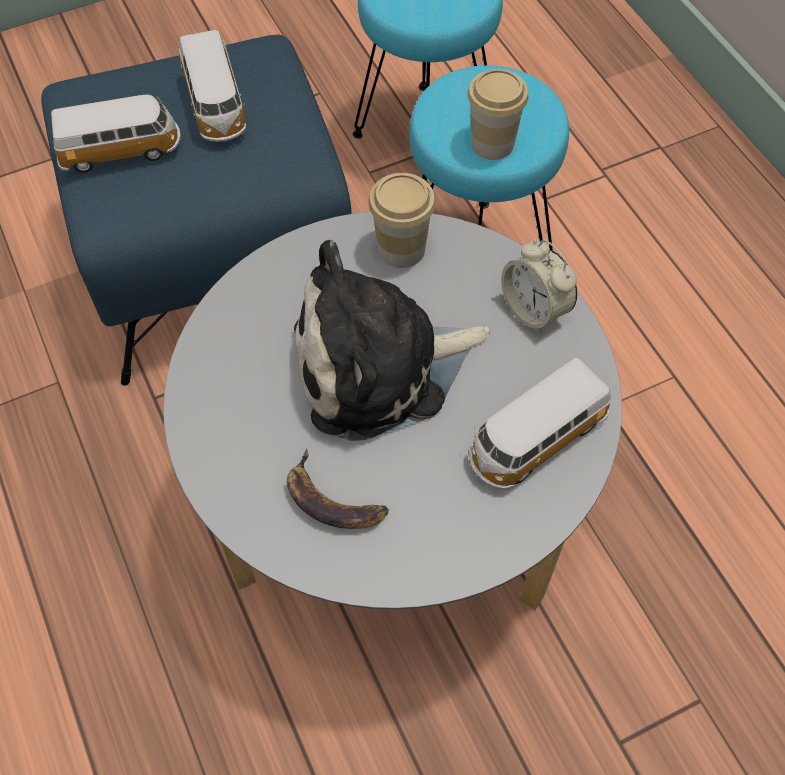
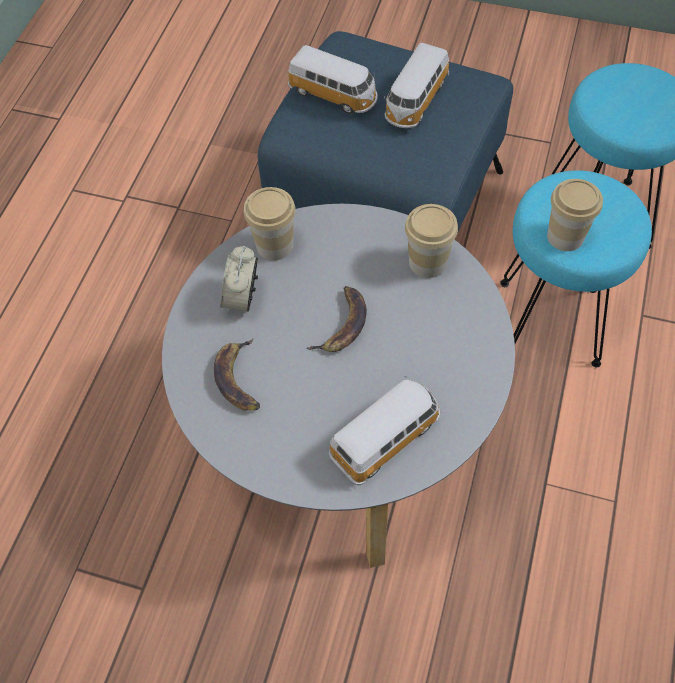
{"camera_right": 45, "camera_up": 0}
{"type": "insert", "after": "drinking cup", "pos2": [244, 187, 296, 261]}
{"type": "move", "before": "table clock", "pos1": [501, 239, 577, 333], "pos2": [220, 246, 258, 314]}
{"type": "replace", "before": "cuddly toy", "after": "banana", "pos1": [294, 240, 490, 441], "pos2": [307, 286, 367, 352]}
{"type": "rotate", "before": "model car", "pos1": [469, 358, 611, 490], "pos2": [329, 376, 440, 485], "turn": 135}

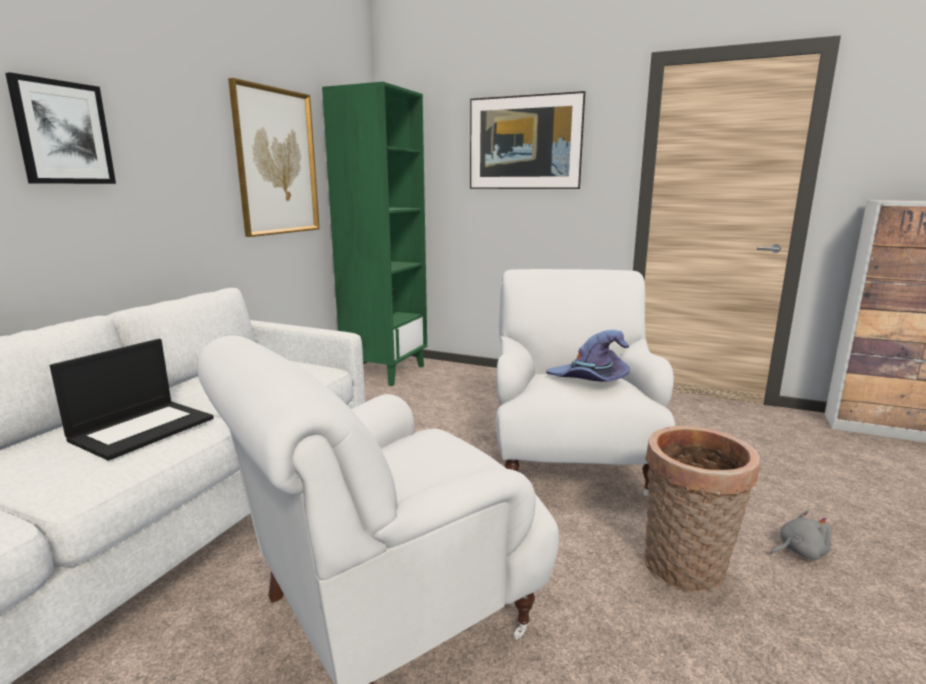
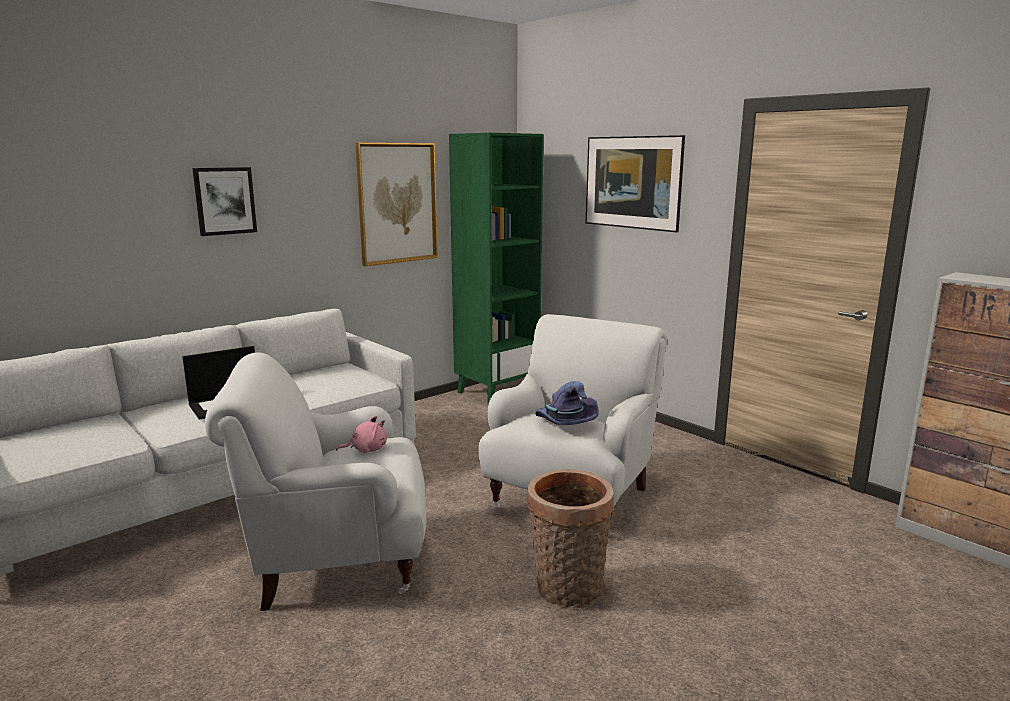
{"camera_right": 25, "camera_up": 0}
{"type": "delete", "before": "gray cuddly toy", "pos1": [771, 510, 831, 560]}
{"type": "insert", "after": "pinkish cuddly toy", "pos2": [336, 416, 387, 453]}

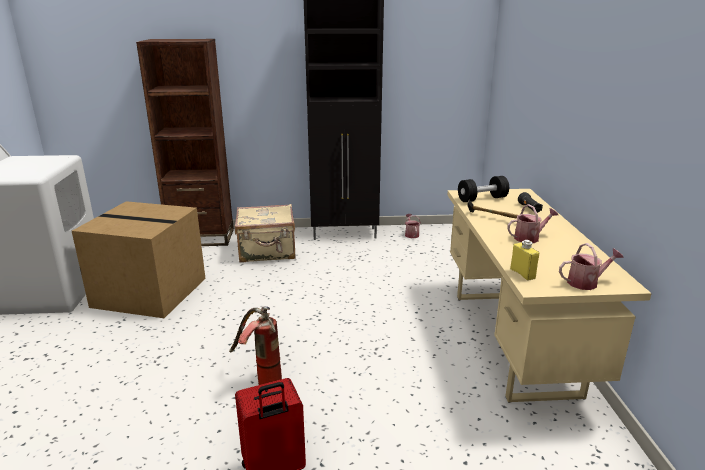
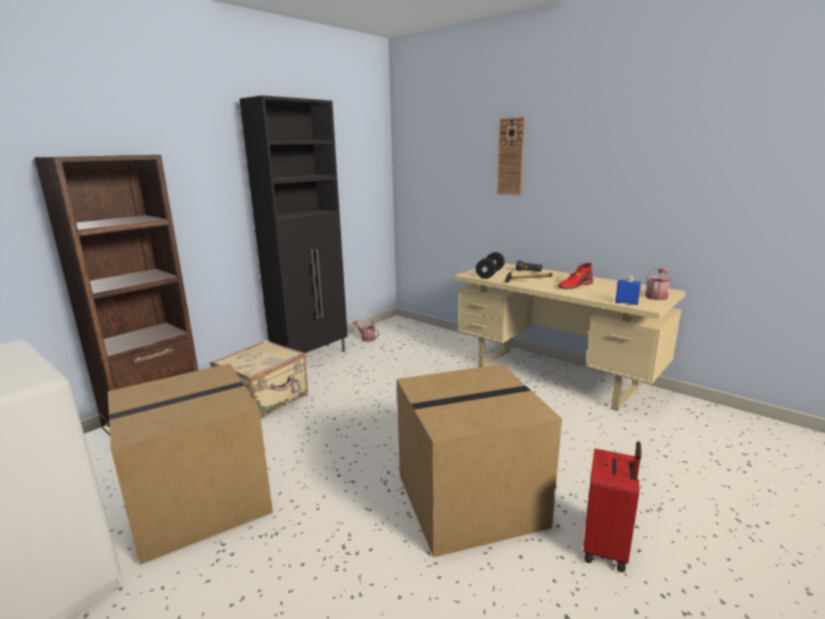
{"camera_right": -45, "camera_up": -5}
{"type": "insert", "after": "wall clock", "pos2": [497, 117, 526, 195]}
{"type": "replace", "before": "extinguisher", "after": "carton", "pos1": [229, 306, 282, 385], "pos2": [397, 364, 562, 557]}
{"type": "replace", "before": "watering pot", "after": "reddish tall boot", "pos1": [507, 204, 558, 243], "pos2": [558, 263, 593, 289]}
{"type": "recolor", "before": "yellow-coloured bottle", "after": "blue-coloured bottle", "pos1": [510, 240, 539, 281], "pos2": [615, 275, 641, 305]}

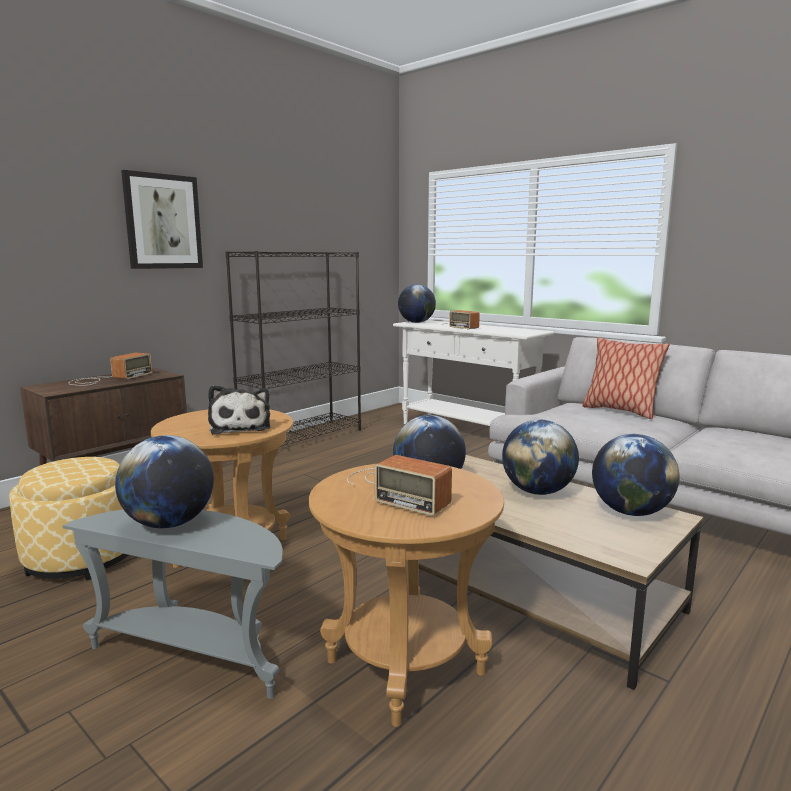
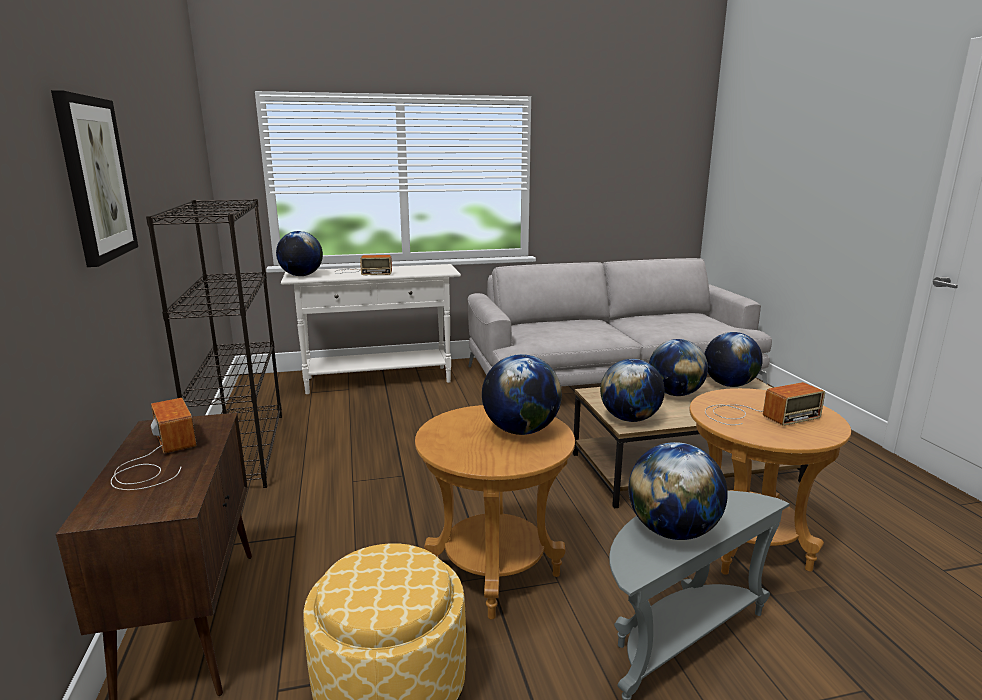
{"camera_right": -55, "camera_up": 5}
{"type": "delete", "before": "throw pillow", "pos1": [582, 337, 669, 419]}
{"type": "replace", "before": "cuddly toy", "after": "desk globe", "pos1": [208, 385, 271, 435], "pos2": [482, 354, 562, 435]}

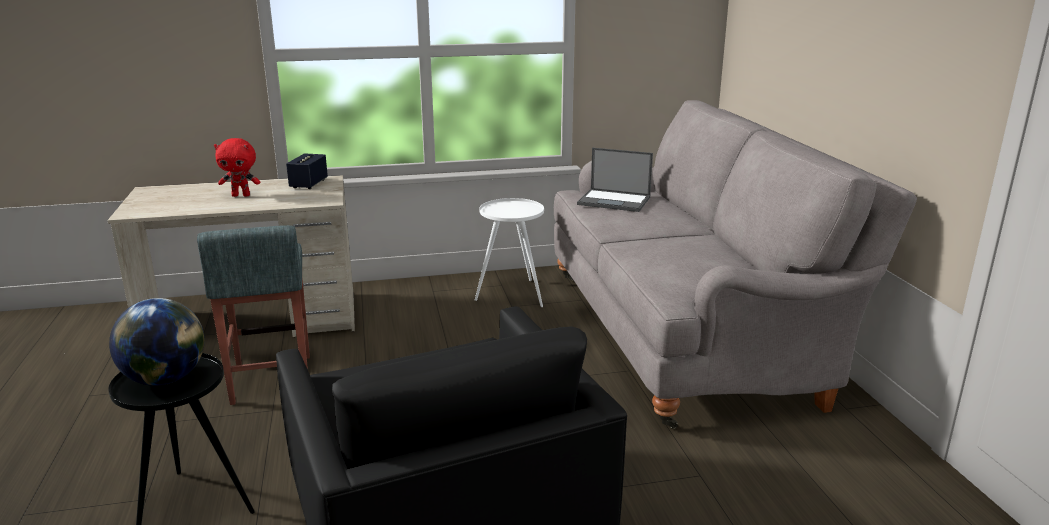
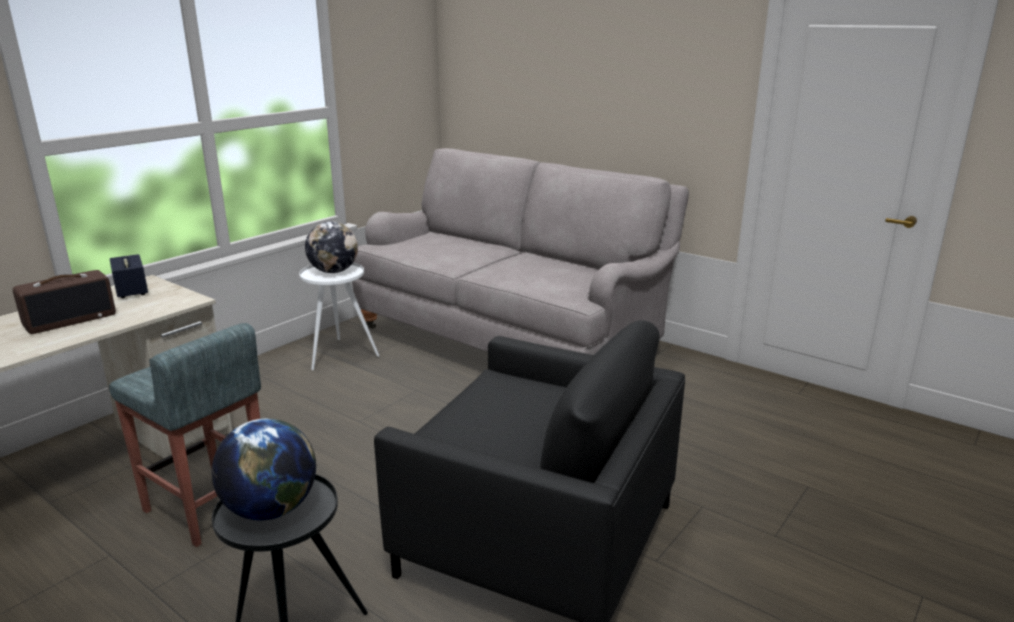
{"camera_right": -40, "camera_up": 0}
{"type": "delete", "before": "notebook computer", "pos1": [577, 148, 653, 212]}
{"type": "insert", "after": "desk globe", "pos2": [305, 221, 358, 273]}
{"type": "replace", "before": "reddish cuddly toy", "after": "radio set", "pos1": [214, 138, 260, 197], "pos2": [13, 270, 116, 334]}

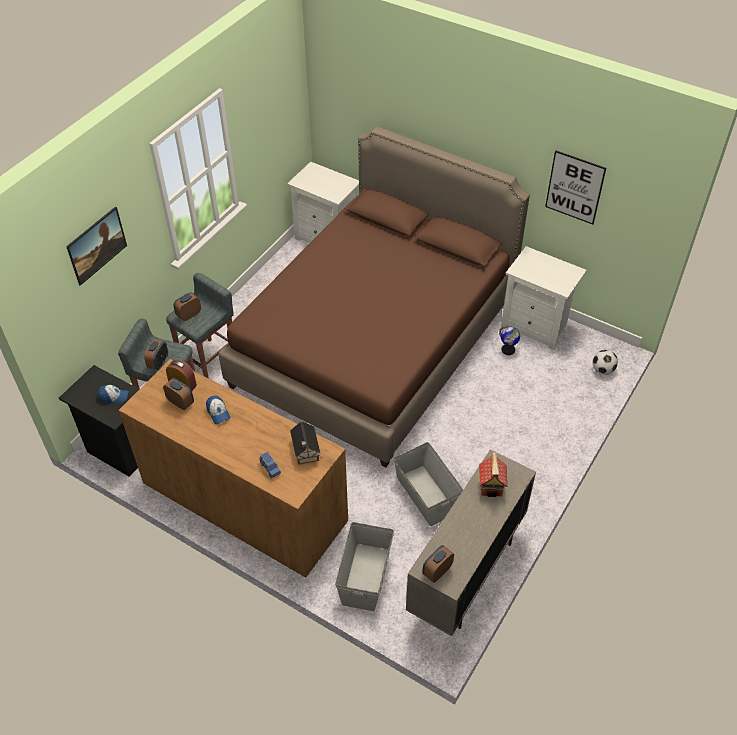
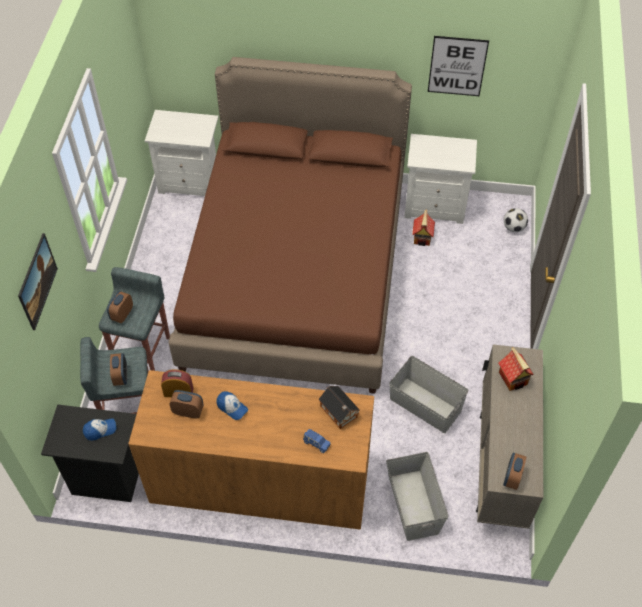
{"camera_right": -25, "camera_up": 5}
{"type": "replace", "before": "desk globe", "after": "toy house", "pos1": [499, 326, 520, 355], "pos2": [412, 210, 435, 246]}

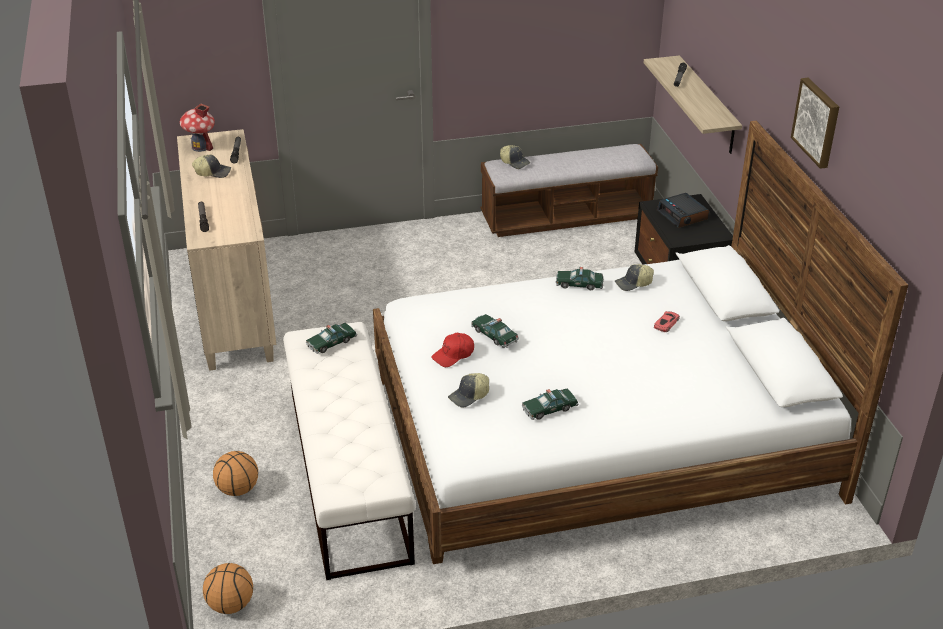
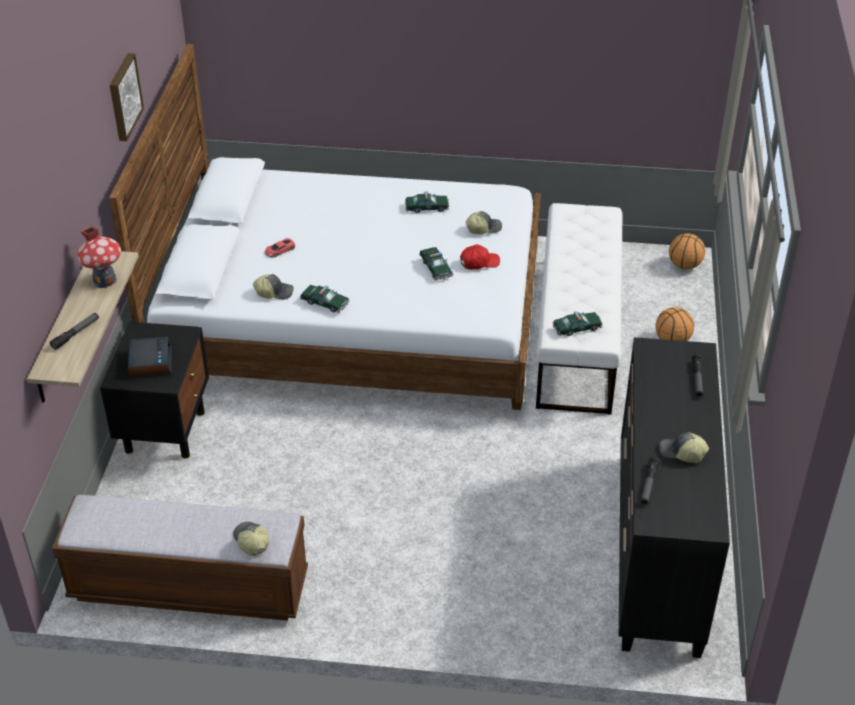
{"camera_right": -160, "camera_up": 5}
{"type": "move", "before": "toy house", "pos1": [180, 104, 215, 152], "pos2": [77, 225, 121, 288]}
{"type": "recolor", "before": "beige chest of drawers", "after": "black chest of drawers", "pos1": [177, 129, 276, 371], "pos2": [619, 337, 730, 658]}

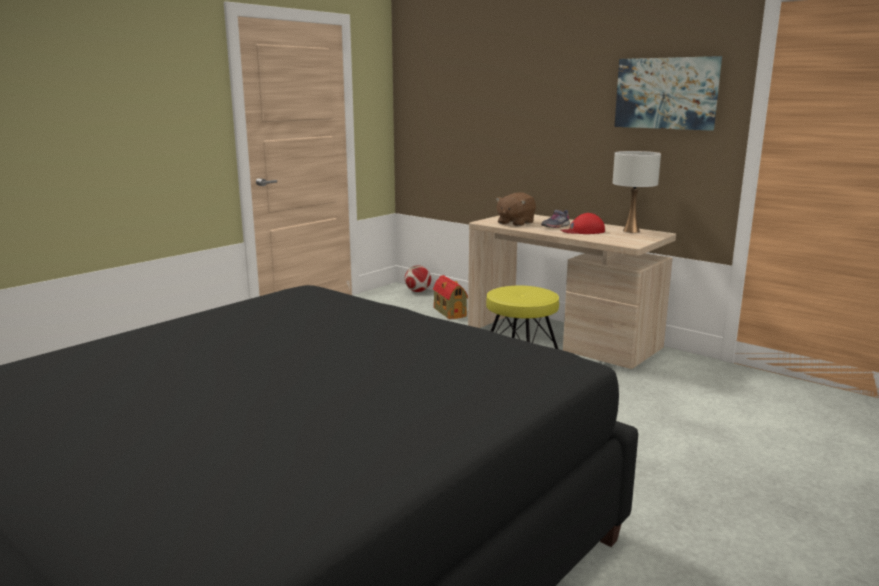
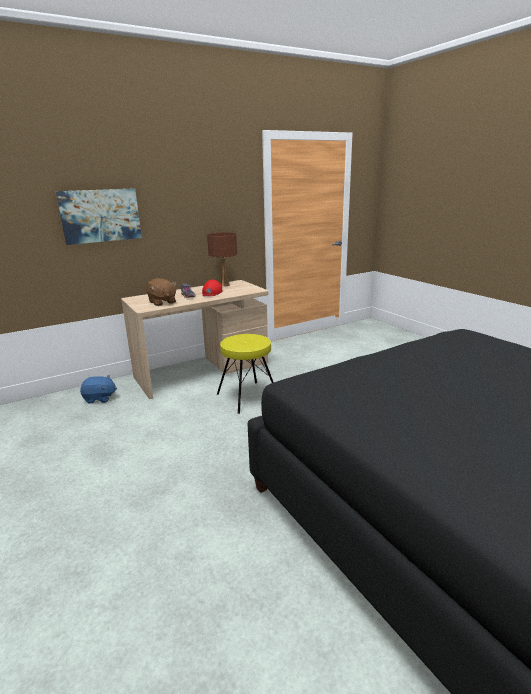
{"camera_right": -70, "camera_up": 5}
{"type": "delete", "before": "ball for football", "pos1": [405, 265, 431, 292]}
{"type": "move", "before": "wall art", "pos1": [614, 56, 722, 131], "pos2": [56, 188, 142, 245]}
{"type": "replace", "before": "toy house", "after": "blue-coloured cuddly toy", "pos1": [433, 275, 468, 319], "pos2": [80, 375, 117, 404]}
{"type": "recolor", "before": "white lamp for a table", "after": "brown lamp for a table", "pos1": [613, 151, 661, 233], "pos2": [207, 232, 237, 287]}

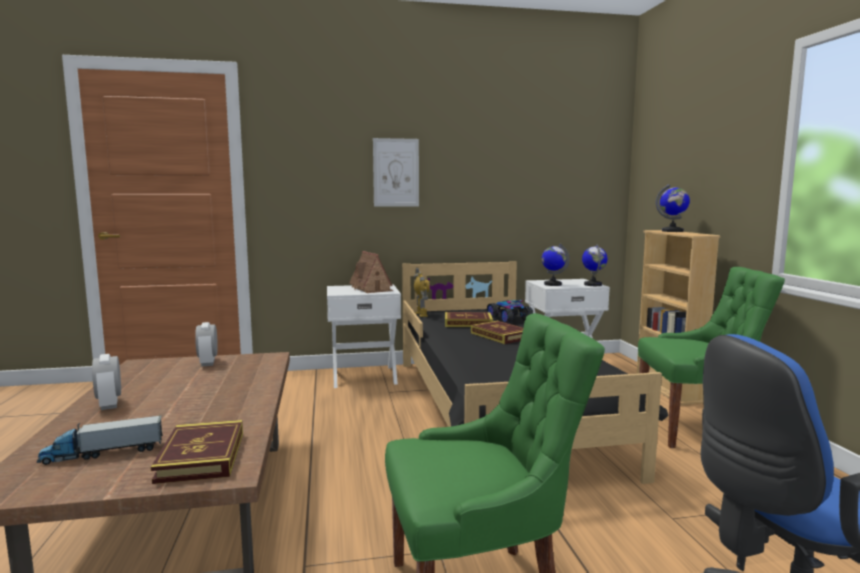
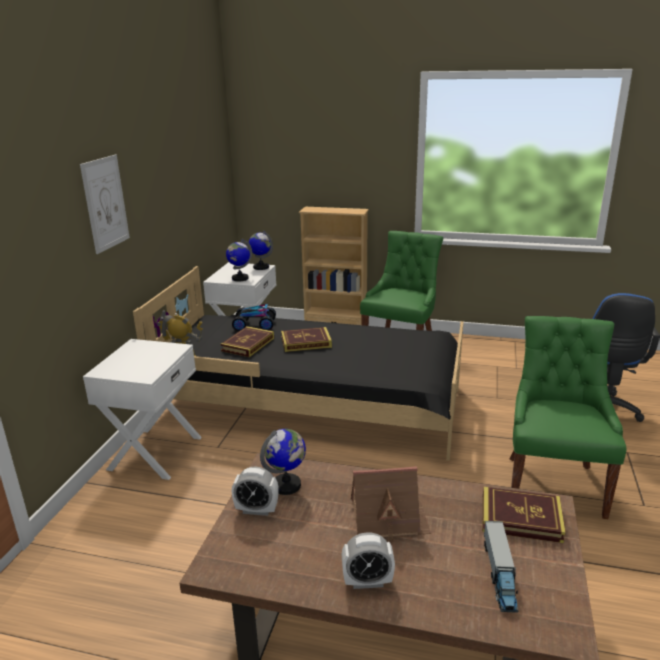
{"camera_right": -65, "camera_up": 15}
{"type": "move", "before": "toy house", "pos1": [349, 251, 394, 293], "pos2": [351, 466, 431, 542]}
{"type": "move", "before": "desk globe", "pos1": [656, 184, 690, 232], "pos2": [260, 429, 306, 495]}

